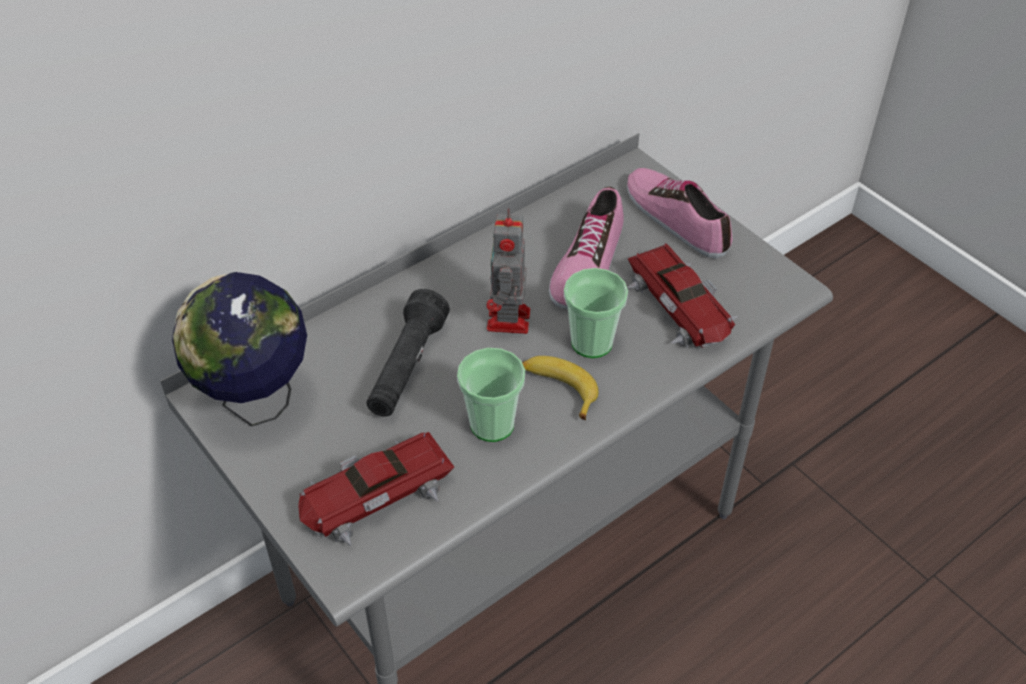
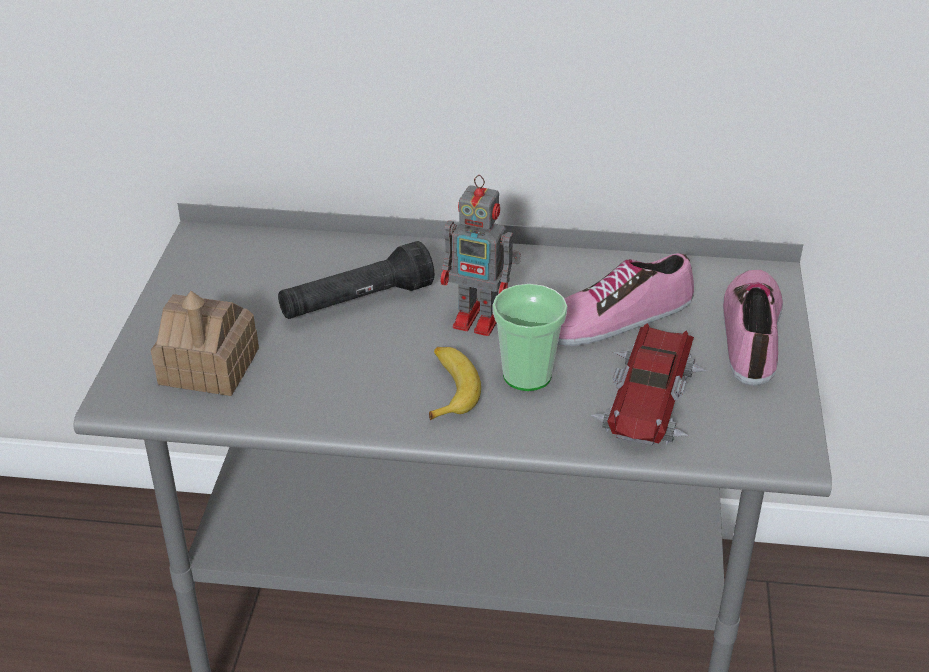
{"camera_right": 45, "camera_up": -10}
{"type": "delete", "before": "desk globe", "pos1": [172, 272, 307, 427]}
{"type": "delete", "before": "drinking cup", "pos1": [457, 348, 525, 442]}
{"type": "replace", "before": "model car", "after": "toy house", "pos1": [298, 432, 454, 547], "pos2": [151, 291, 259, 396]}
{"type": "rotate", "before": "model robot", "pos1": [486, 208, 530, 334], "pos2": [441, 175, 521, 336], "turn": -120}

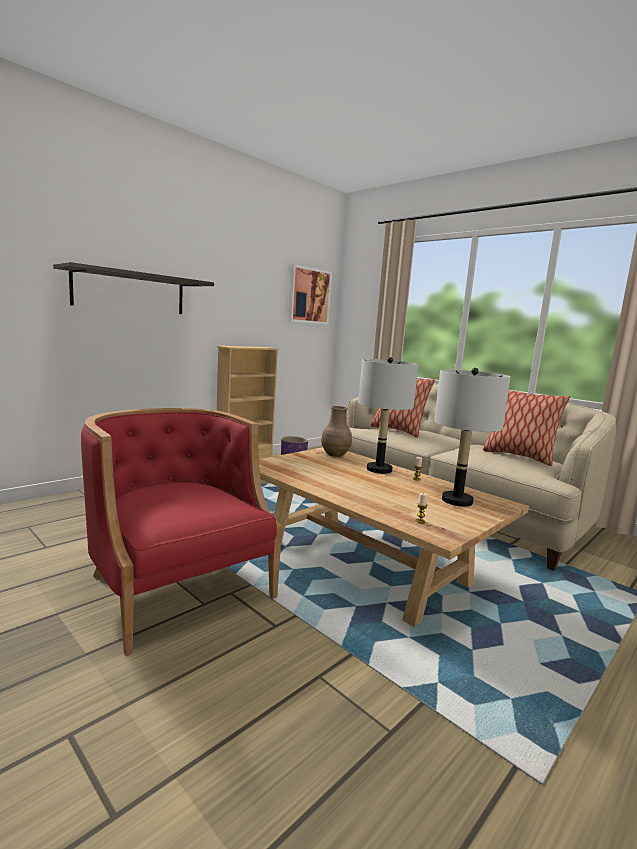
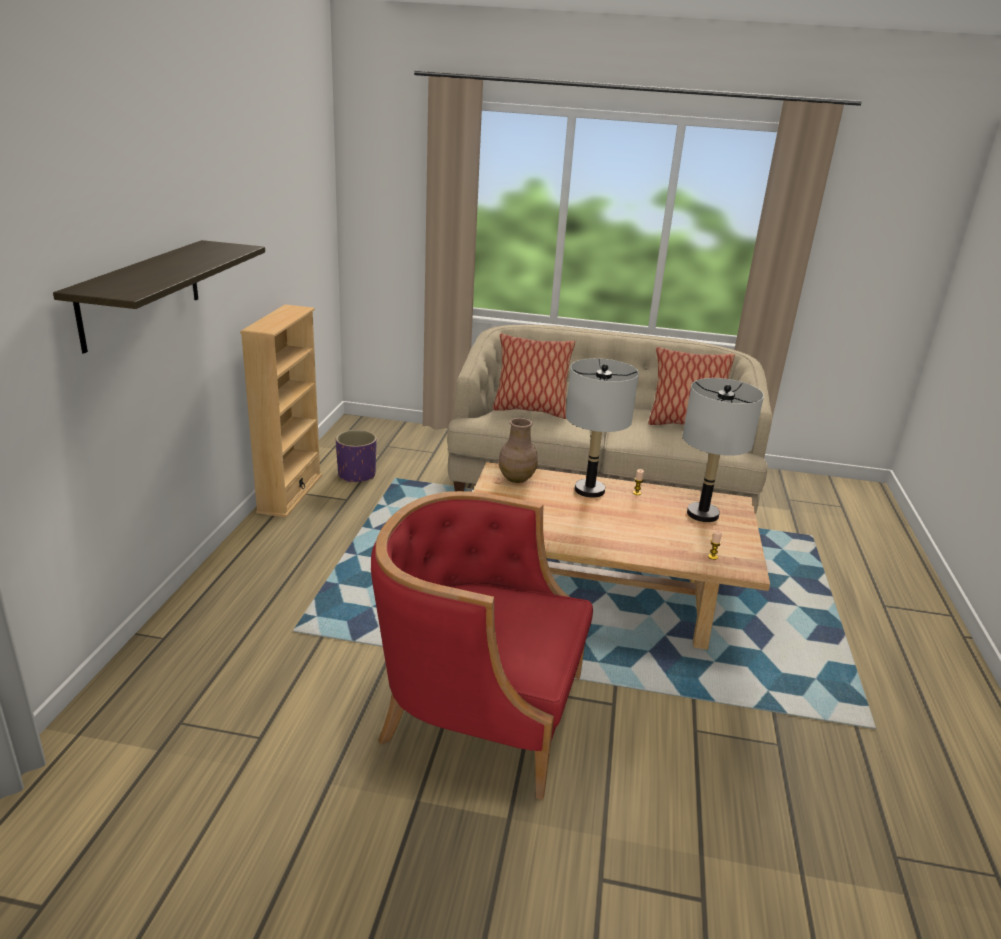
{"camera_right": -35, "camera_up": 15}
{"type": "delete", "before": "wall art", "pos1": [288, 264, 332, 325]}

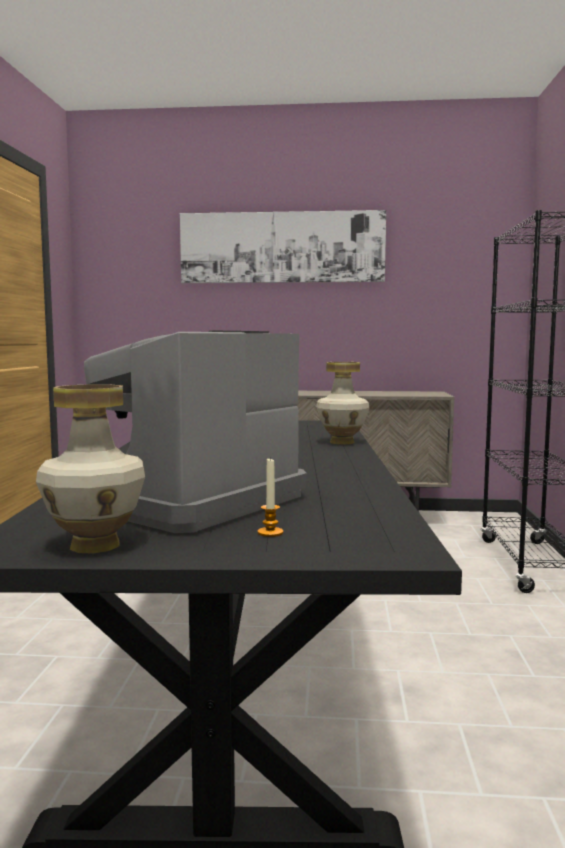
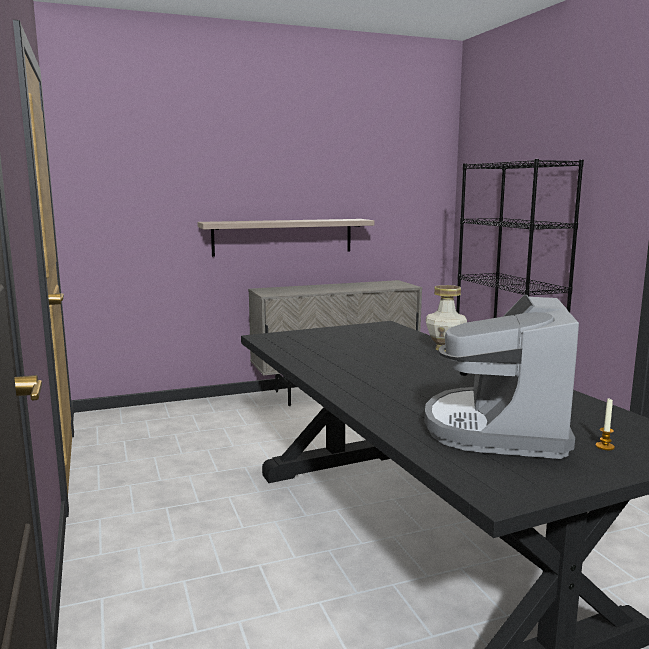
{"camera_right": -25, "camera_up": 5}
{"type": "delete", "before": "flower vase", "pos1": [36, 384, 145, 554]}
{"type": "delete", "before": "wall art", "pos1": [180, 210, 386, 283]}
{"type": "insert", "after": "shelf", "pos2": [197, 219, 374, 257]}

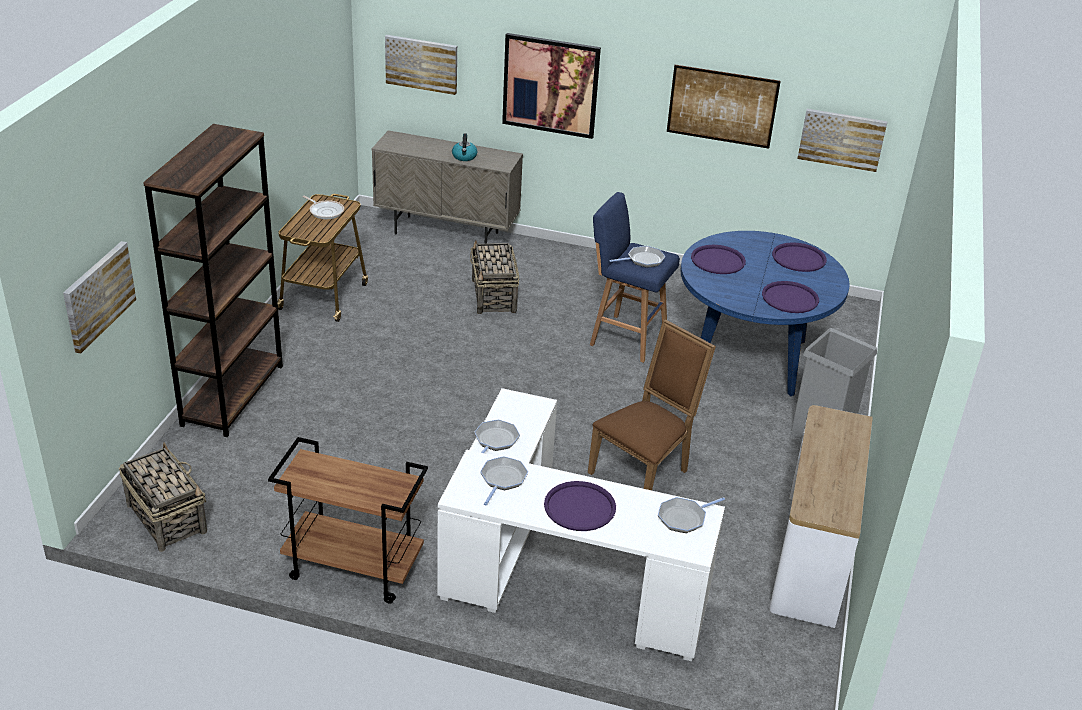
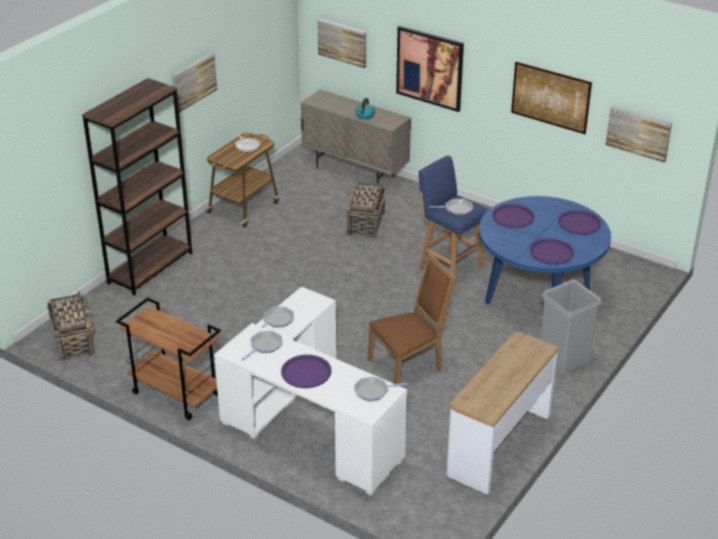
{"camera_right": 20, "camera_up": 0}
{"type": "move", "before": "wall art", "pos1": [63, 241, 136, 354], "pos2": [172, 52, 217, 113]}

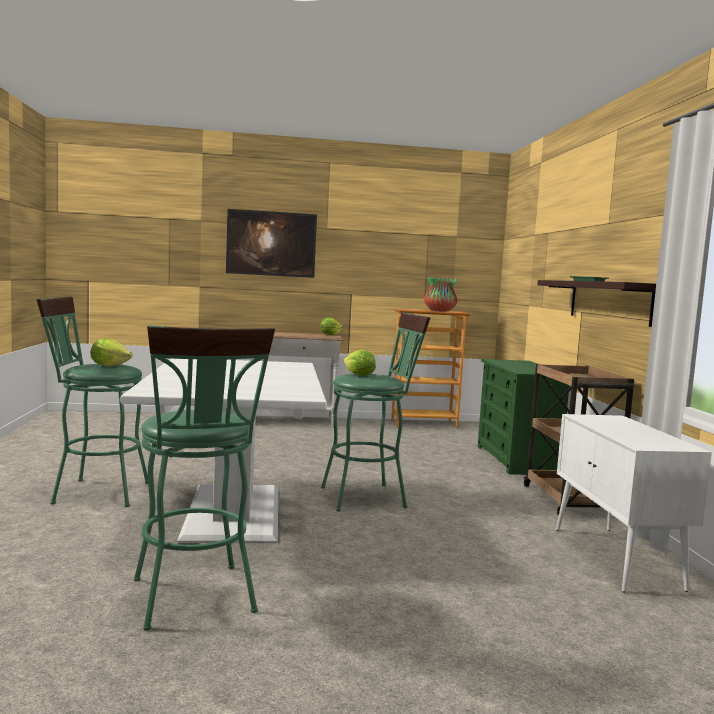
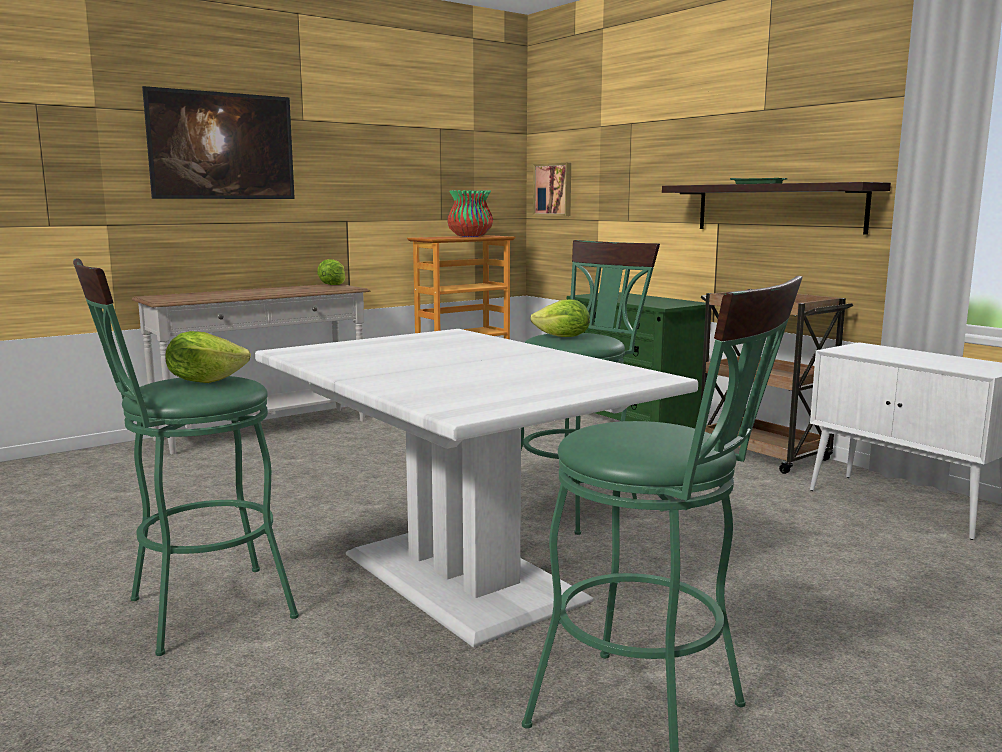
{"camera_right": -30, "camera_up": 5}
{"type": "insert", "after": "wall art", "pos2": [533, 163, 571, 216]}

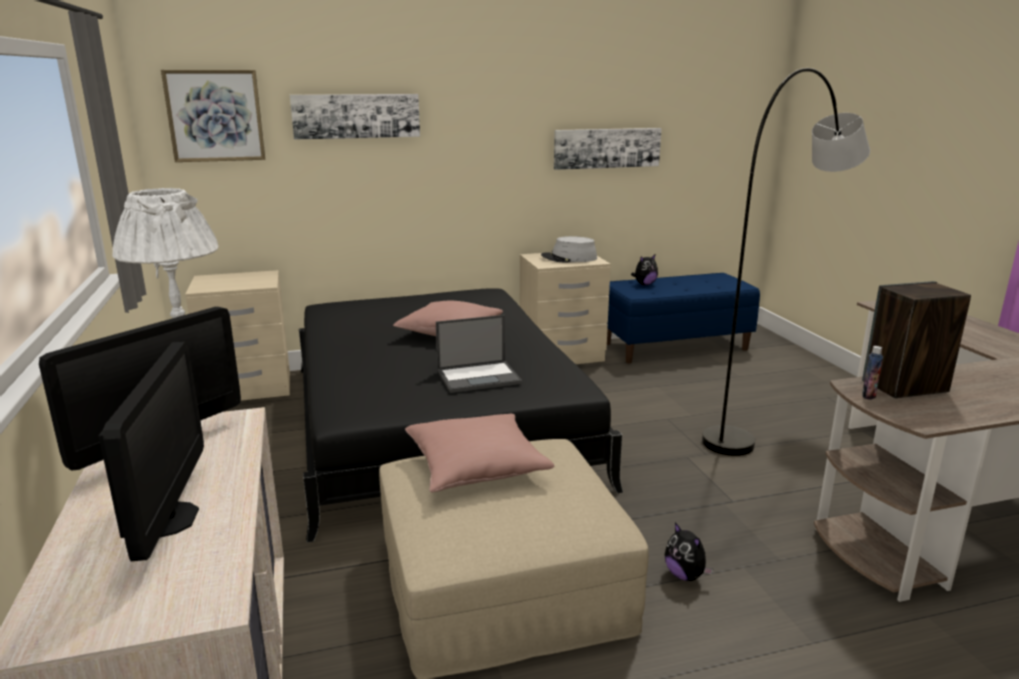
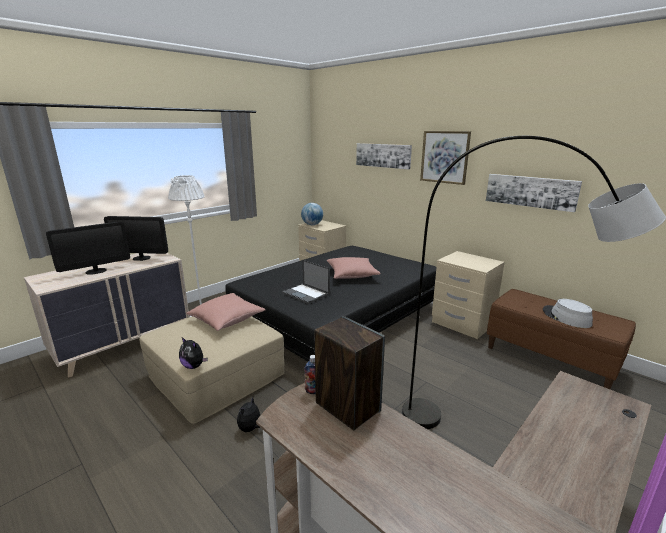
{"camera_right": 60, "camera_up": 0}
{"type": "insert", "after": "desk globe", "pos2": [301, 203, 323, 225]}
{"type": "move", "before": "wall art", "pos1": [161, 70, 265, 162], "pos2": [420, 131, 471, 185]}
{"type": "move", "before": "gray hat", "pos1": [541, 236, 597, 262], "pos2": [543, 299, 593, 328]}
{"type": "move", "before": "cuddly toy", "pos1": [631, 255, 658, 285], "pos2": [179, 337, 208, 369]}
{"type": "recolor", "before": "blue-coloured indoor bench", "after": "brown indoor bench", "pos1": [607, 273, 760, 363], "pos2": [487, 289, 636, 389]}

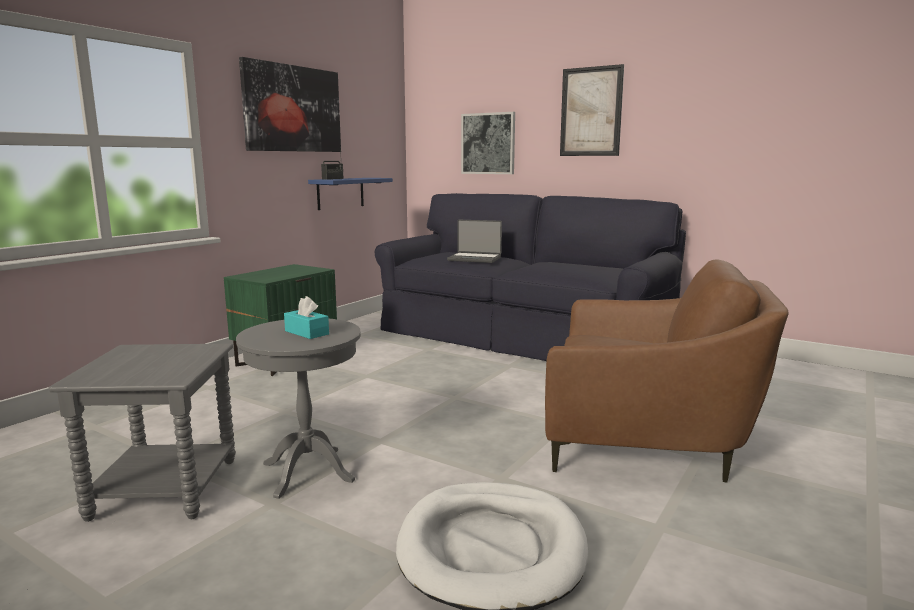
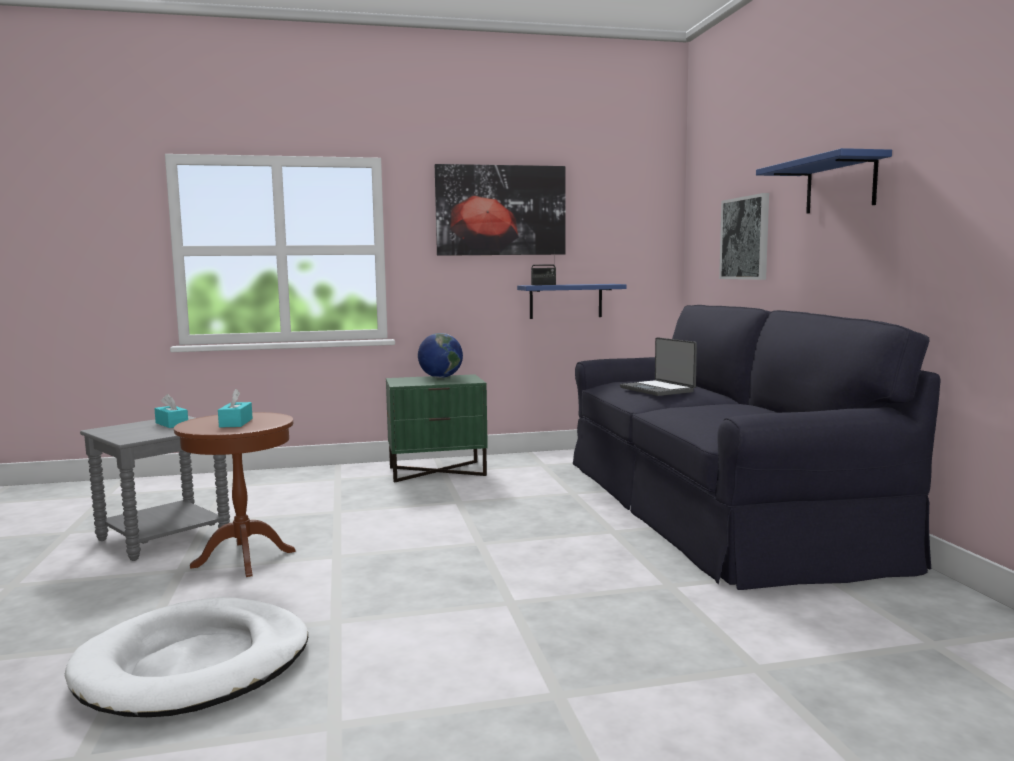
{"camera_right": 45, "camera_up": -5}
{"type": "delete", "before": "brown armchair", "pos1": [545, 259, 789, 483]}
{"type": "insert", "after": "turquoise-coloured tissue holder", "pos2": [154, 394, 188, 428]}
{"type": "insert", "after": "desk globe", "pos2": [418, 333, 463, 378]}
{"type": "replace", "before": "wall art", "after": "blue-coloured shelf", "pos1": [560, 64, 624, 156], "pos2": [756, 148, 892, 214]}
{"type": "recolor", "before": "gray end table", "after": "brown end table", "pos1": [236, 319, 361, 499], "pos2": [174, 412, 296, 577]}

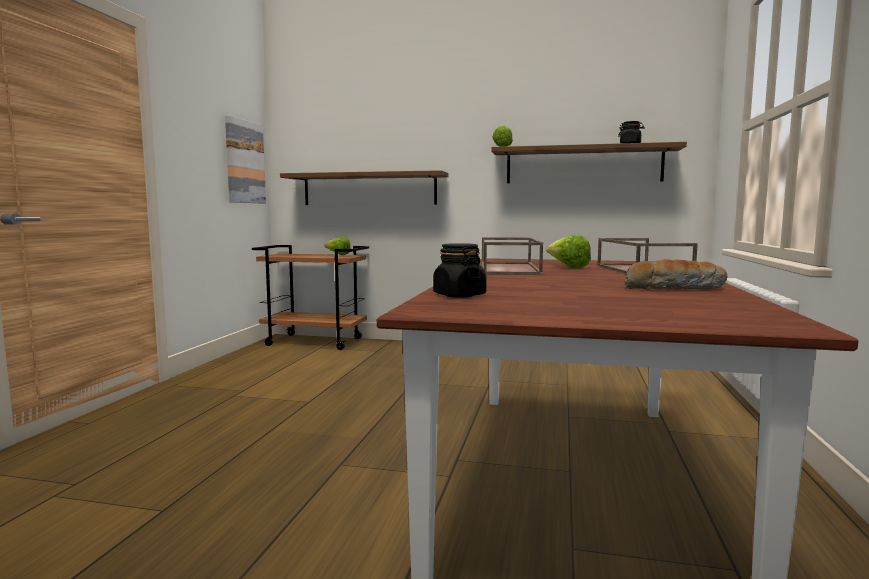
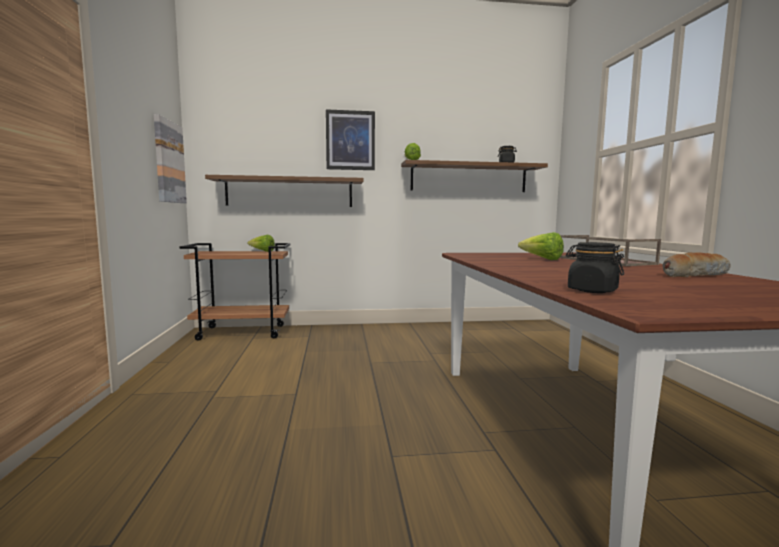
{"camera_right": -20, "camera_up": 0}
{"type": "delete", "before": "brown carrying tray", "pos1": [482, 237, 543, 275]}
{"type": "insert", "after": "wall art", "pos2": [326, 109, 375, 170]}

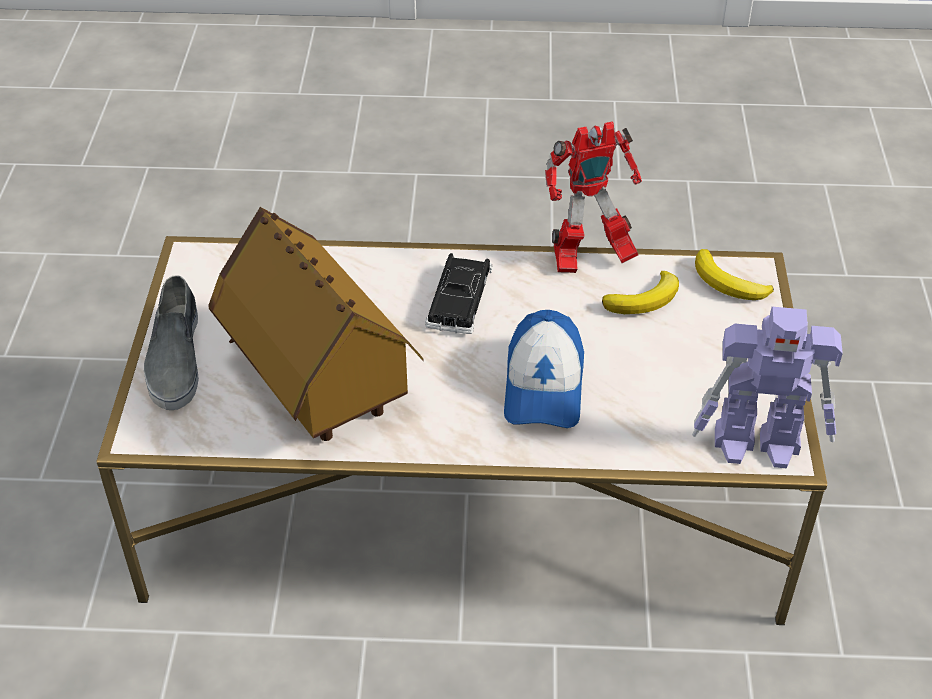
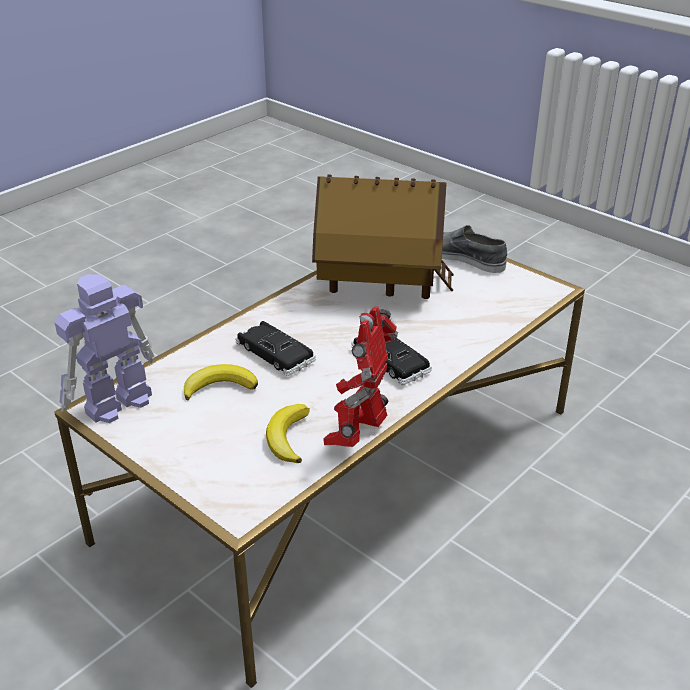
{"camera_right": 130, "camera_up": -10}
{"type": "move", "before": "banana", "pos1": [695, 249, 774, 300], "pos2": [184, 364, 258, 400]}
{"type": "replace", "before": "cap", "after": "black model car", "pos1": [504, 310, 584, 428], "pos2": [235, 321, 316, 376]}

